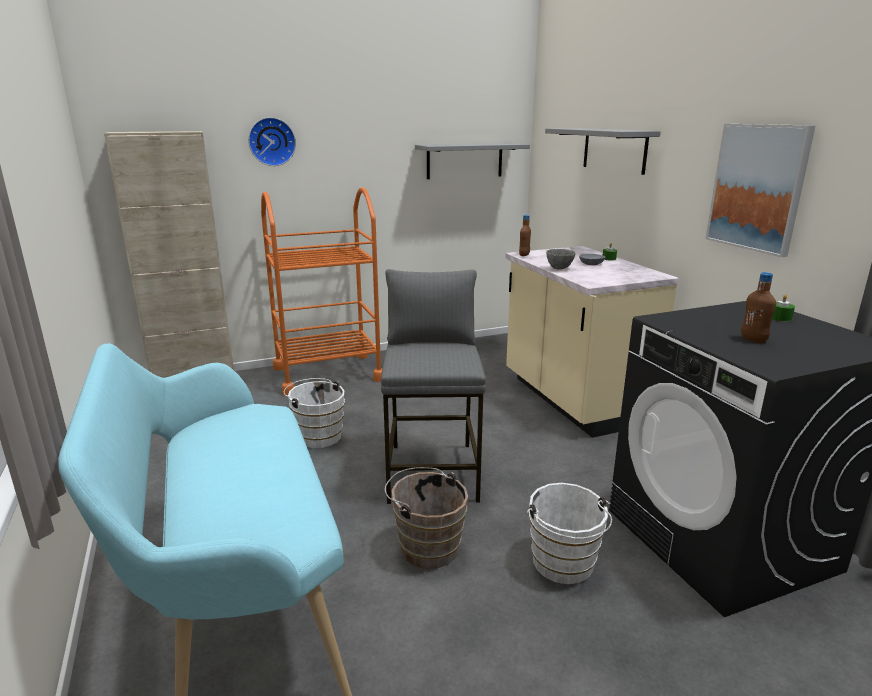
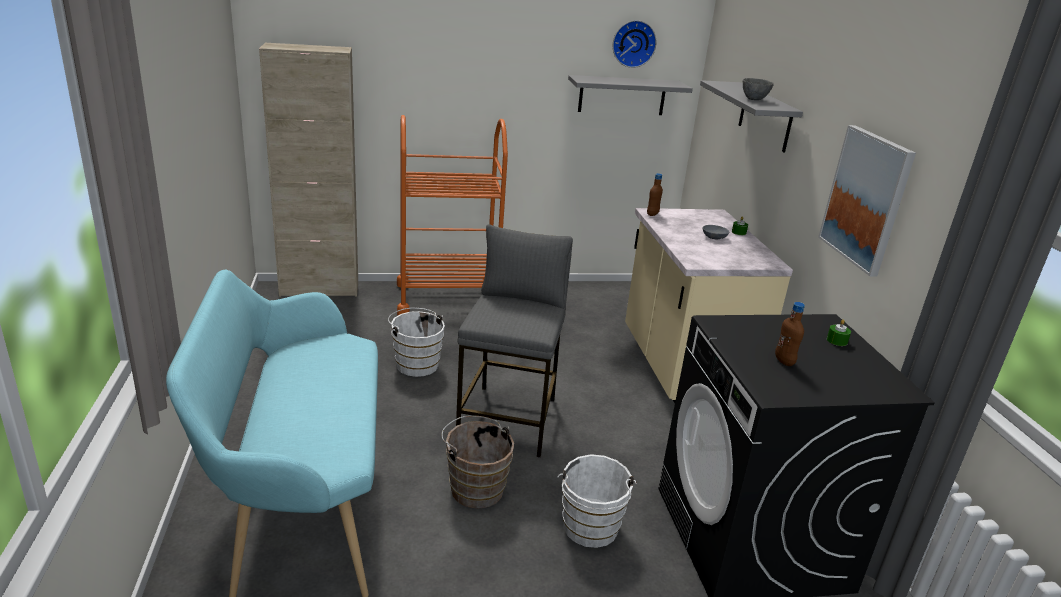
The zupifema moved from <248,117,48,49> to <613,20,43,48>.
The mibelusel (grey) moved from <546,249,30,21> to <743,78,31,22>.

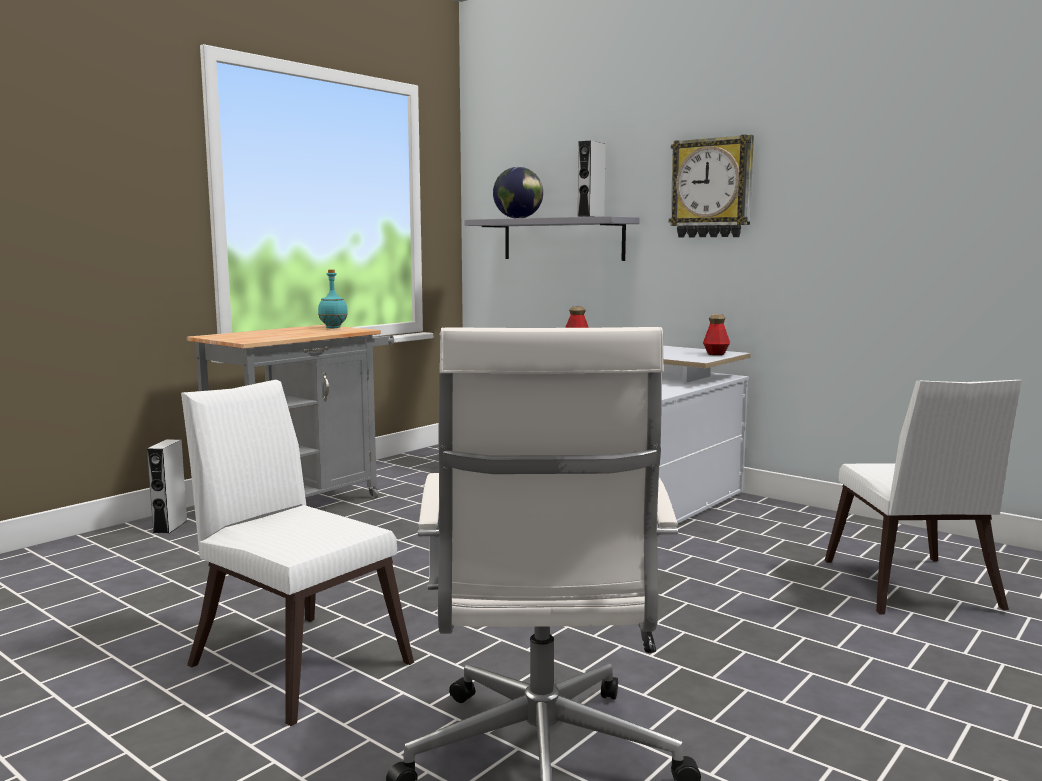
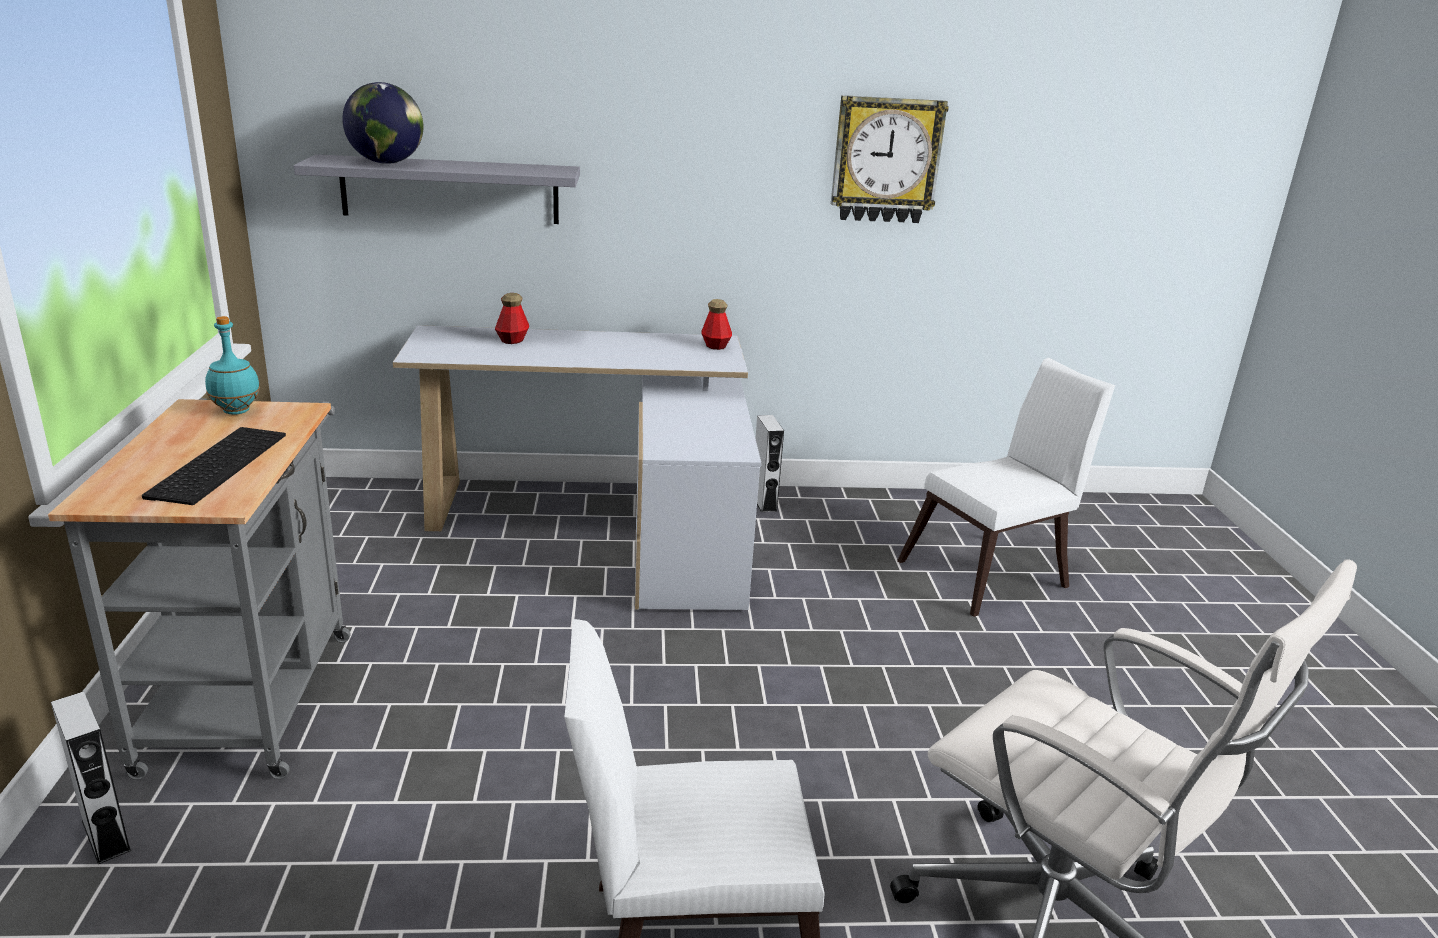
The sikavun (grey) moved from <577,141,29,76> to <755,415,29,97>.
The zupifema moved from <669,135,85,102> to <831,95,118,128>.
The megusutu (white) at <825,380,197,234> turned 75 degrees counterclockwise.
The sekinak at <142,427,144,78> appeared.

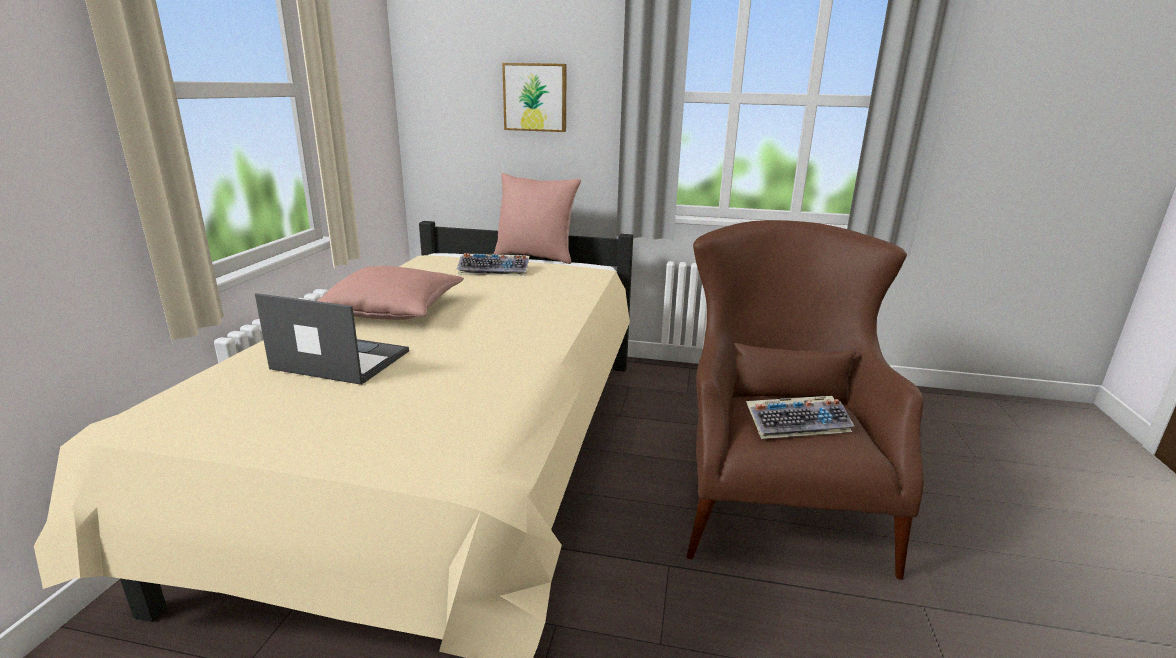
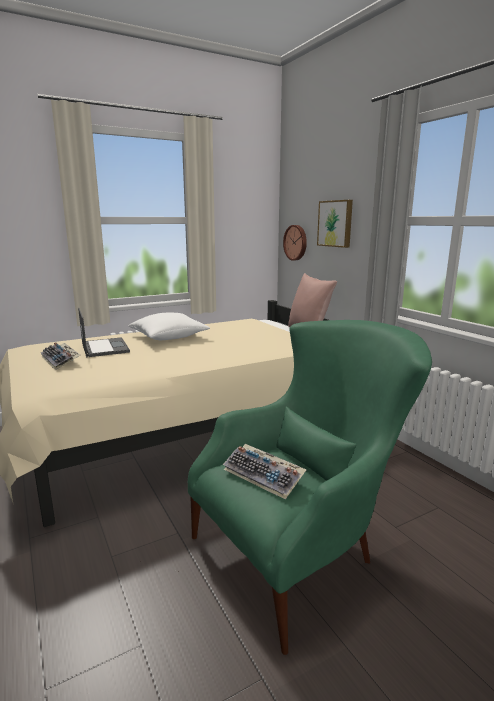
The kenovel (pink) at <317,266,147,54> became the kenovel (white) at <128,313,82,27>.
The sekinak moved from <457,253,73,23> to <41,342,39,28>.
The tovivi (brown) at <686,220,238,360> became the tovivi (green) at <188,320,244,335>.
The zupifema at <283,225,24,36> appeared.

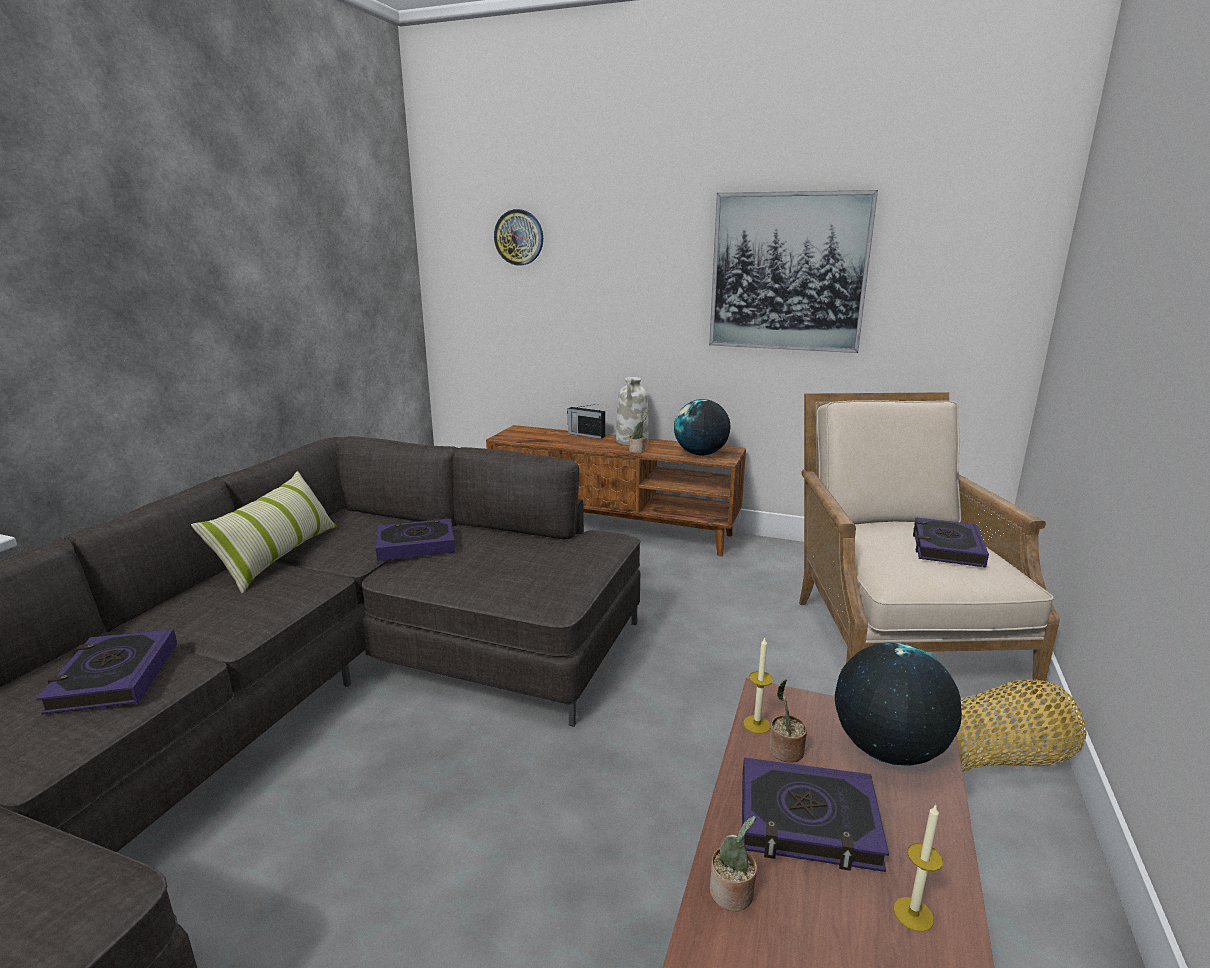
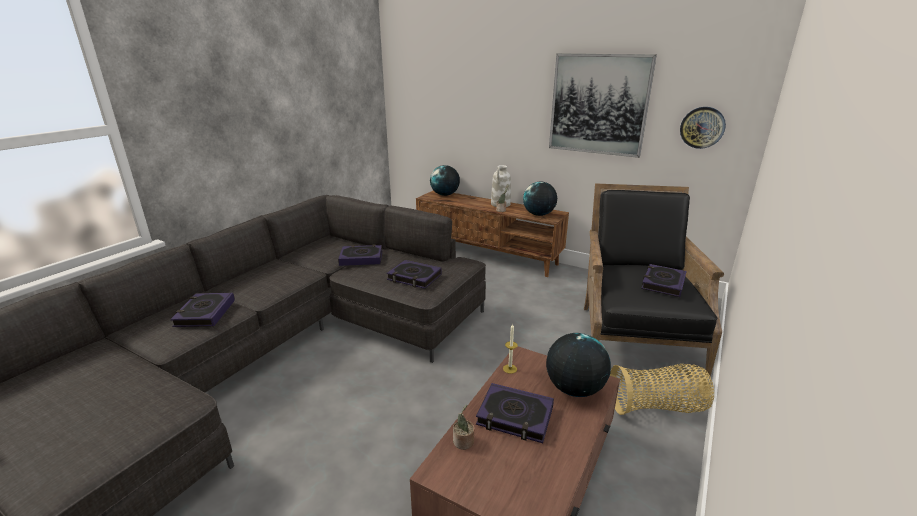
The kenovel at <191,471,146,123> disappeared.
The zupifema moved from <494,209,49,56> to <680,107,46,42>.
The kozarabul at <567,404,38,35> disappeared.
The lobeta at <769,679,38,84> disappeared.
The tovivi (beige) at <799,392,261,305> became the tovivi (black) at <584,184,140,193>.
The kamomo at <893,804,50,128> disappeared.
The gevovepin at <387,260,55,29> appeared.
The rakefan at <430,165,30,31> appeared.

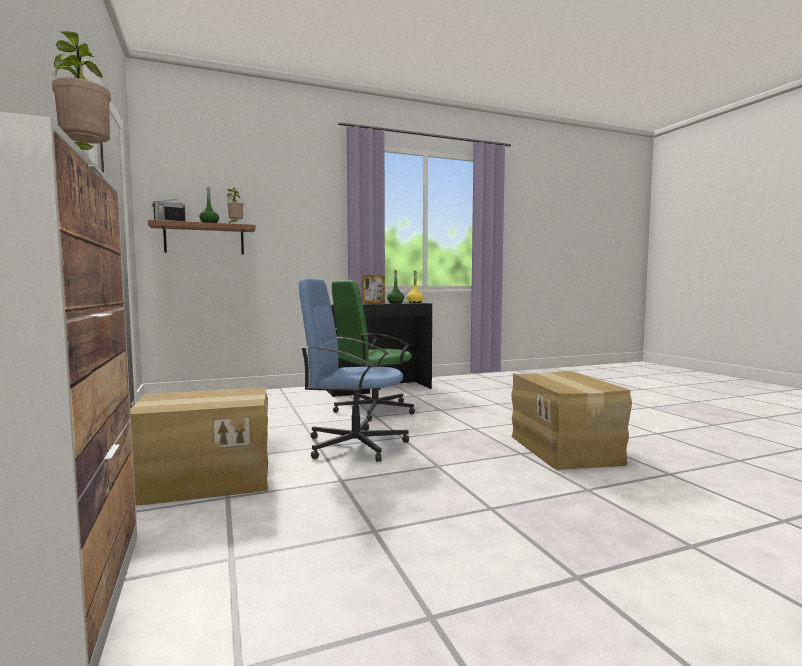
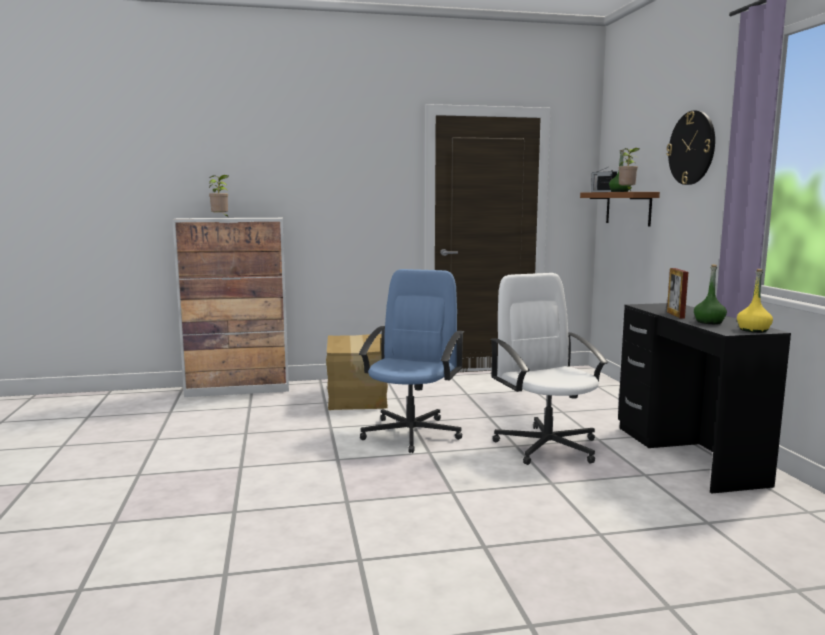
The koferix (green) at <332,280,83,141> became the koferix (white) at <490,273,118,192>.
The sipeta at <511,371,121,99> disappeared.
The zupifema at <666,110,49,75> appeared.

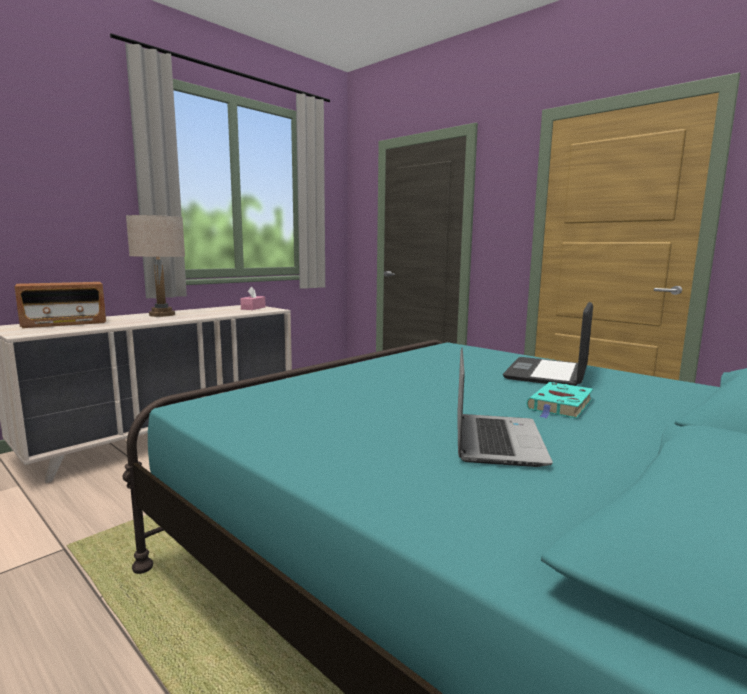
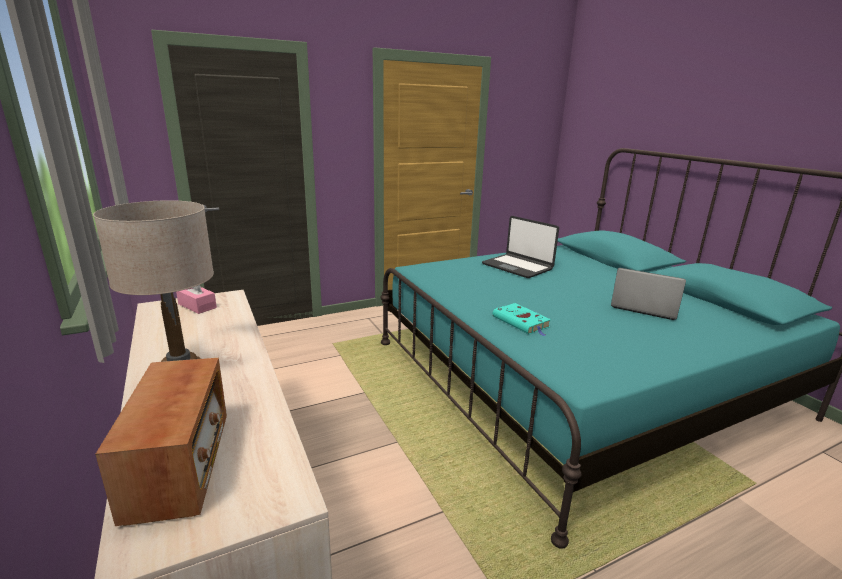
The gevovepin (turquoise) moved from <527,382,66,36> to <493,303,58,33>.

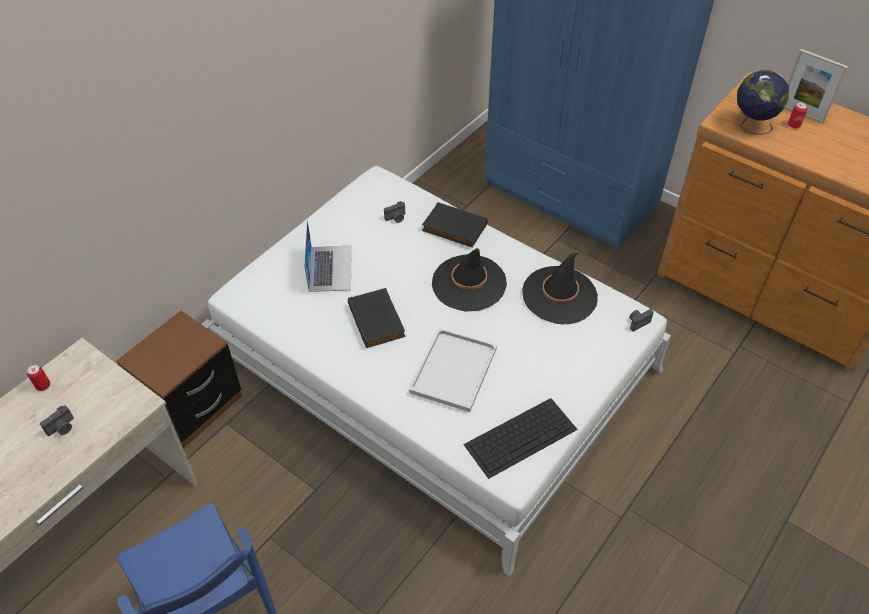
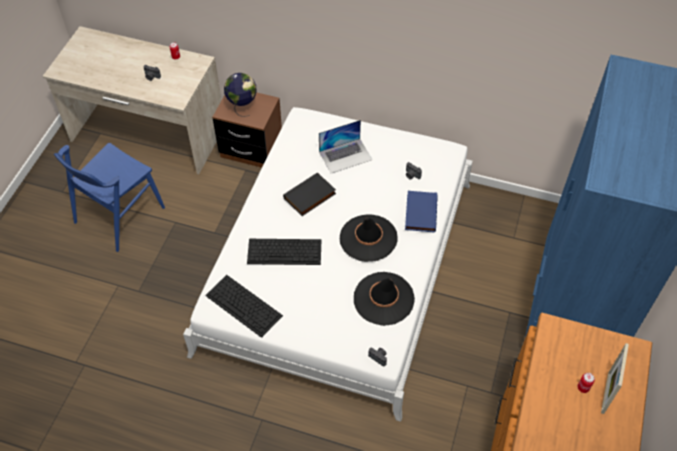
The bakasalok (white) at <409,328,88,84> was replaced by the sekinak at <247,239,74,26>.
The gevovepin (black) at <422,202,66,46> became the gevovepin (blue) at <405,191,32,42>.
The rakefan moved from <737,70,52,65> to <224,73,32,44>.

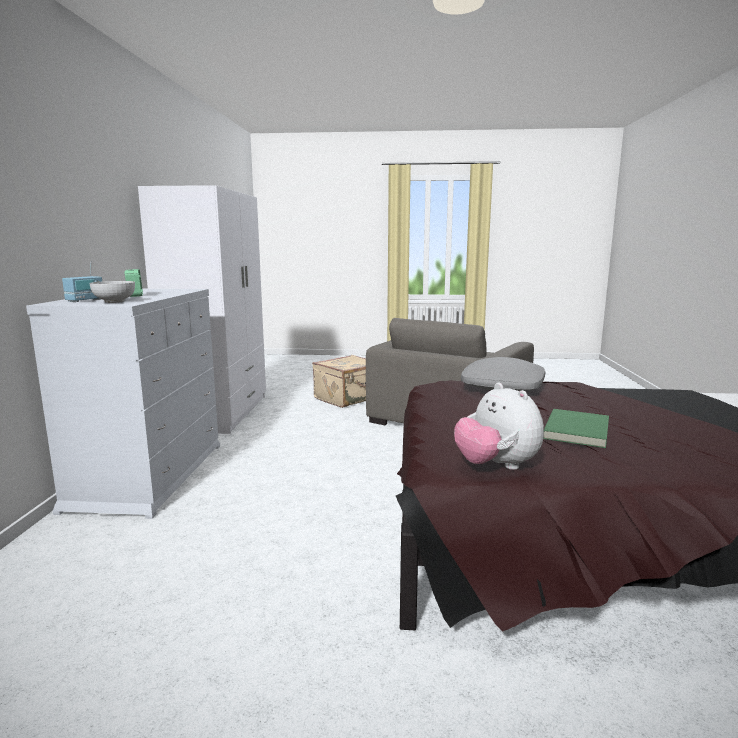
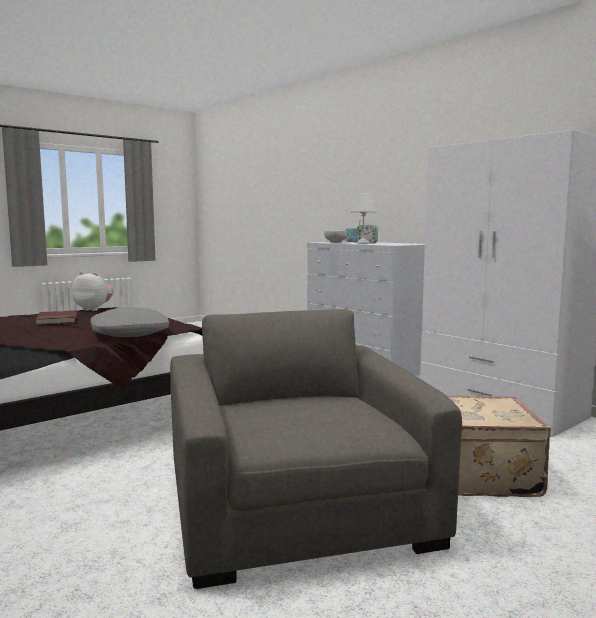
The gevovepin (green) at <543,409,66,39> became the gevovepin (red) at <36,310,41,15>.
The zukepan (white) at <351,193,26,51> appeared.

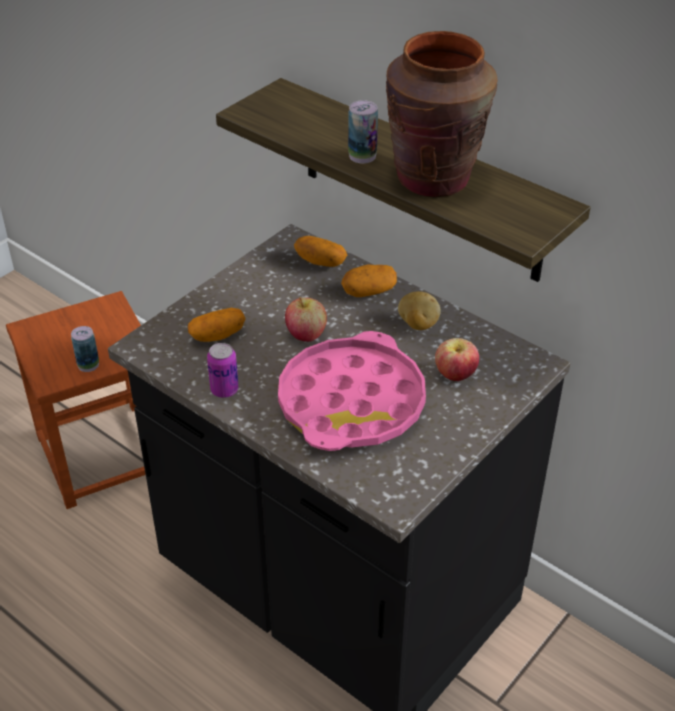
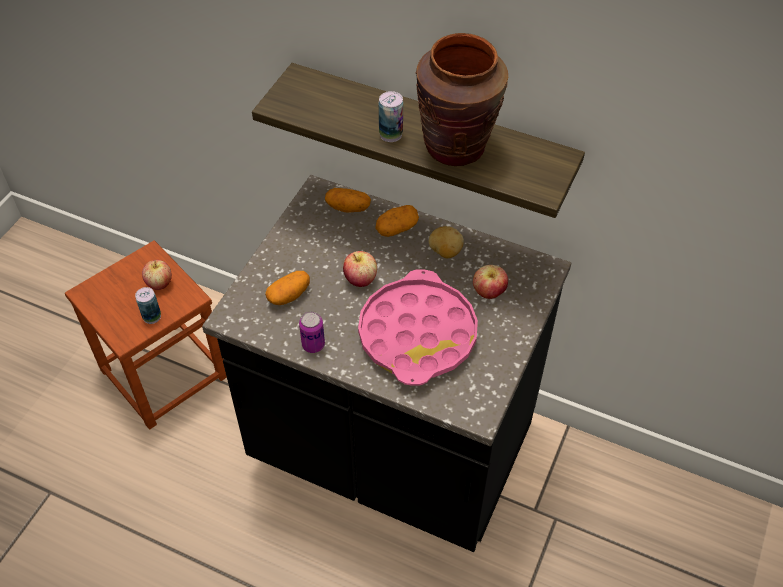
The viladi at <142,260,30,30> appeared.

